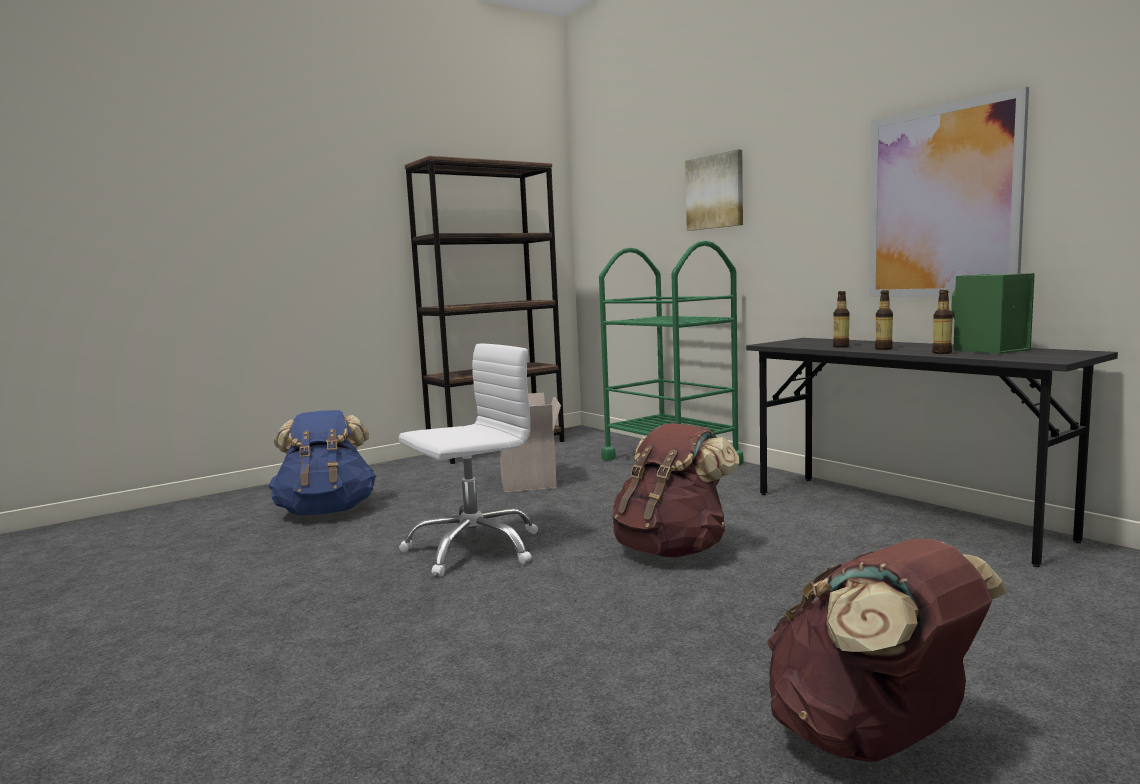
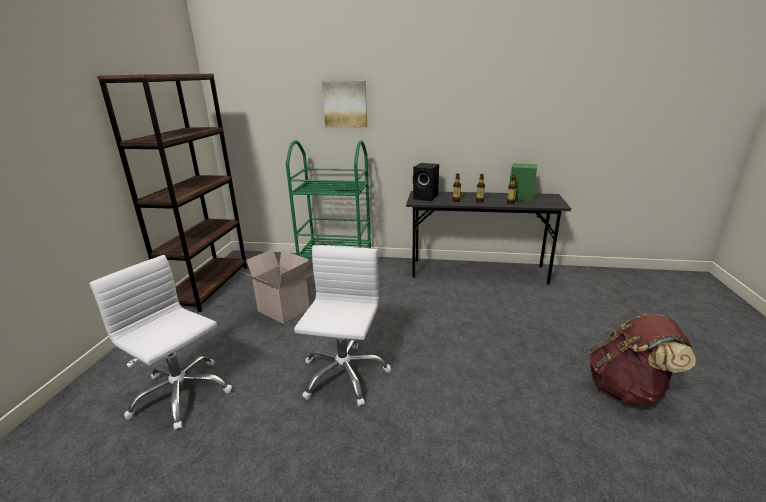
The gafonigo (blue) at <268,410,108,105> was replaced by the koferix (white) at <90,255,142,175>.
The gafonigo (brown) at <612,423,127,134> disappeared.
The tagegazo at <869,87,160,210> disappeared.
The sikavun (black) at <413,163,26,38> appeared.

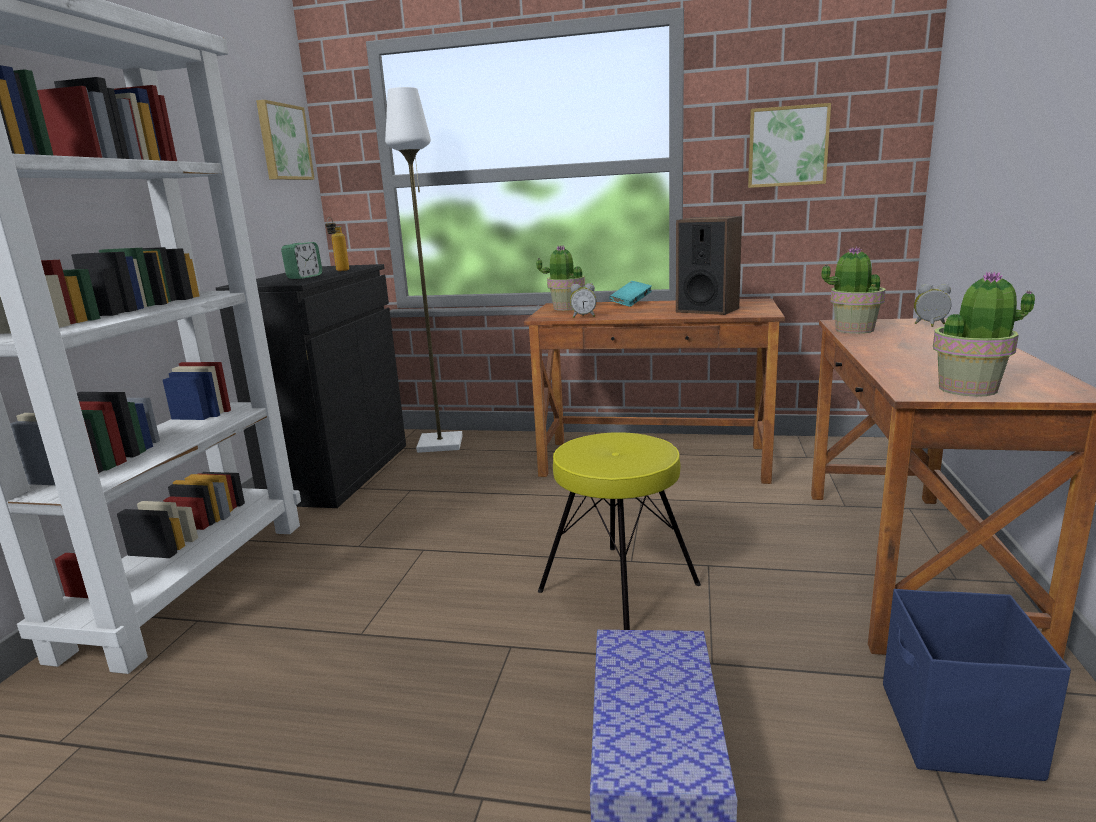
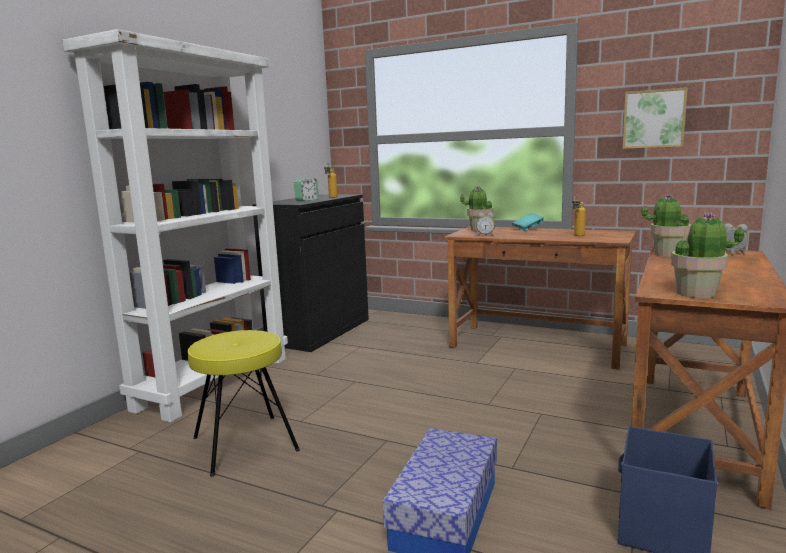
The tagegazo at <256,100,59,80> disappeared.
The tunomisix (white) at <385,87,78,366> disappeared.
The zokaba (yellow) moved from <538,432,163,198> to <188,330,112,147>.
The sikavun at <676,216,66,99> was replaced by the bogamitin at <572,196,14,40>.

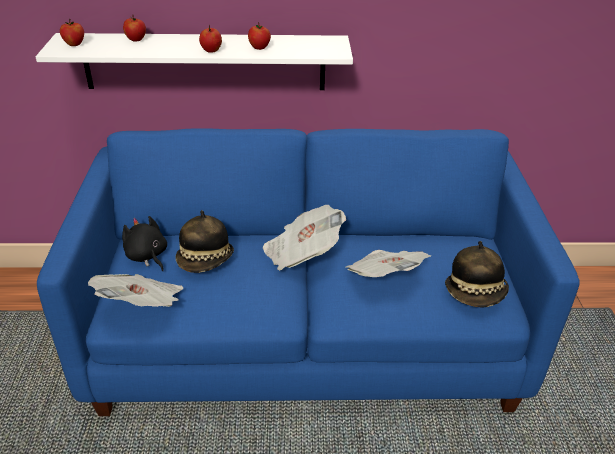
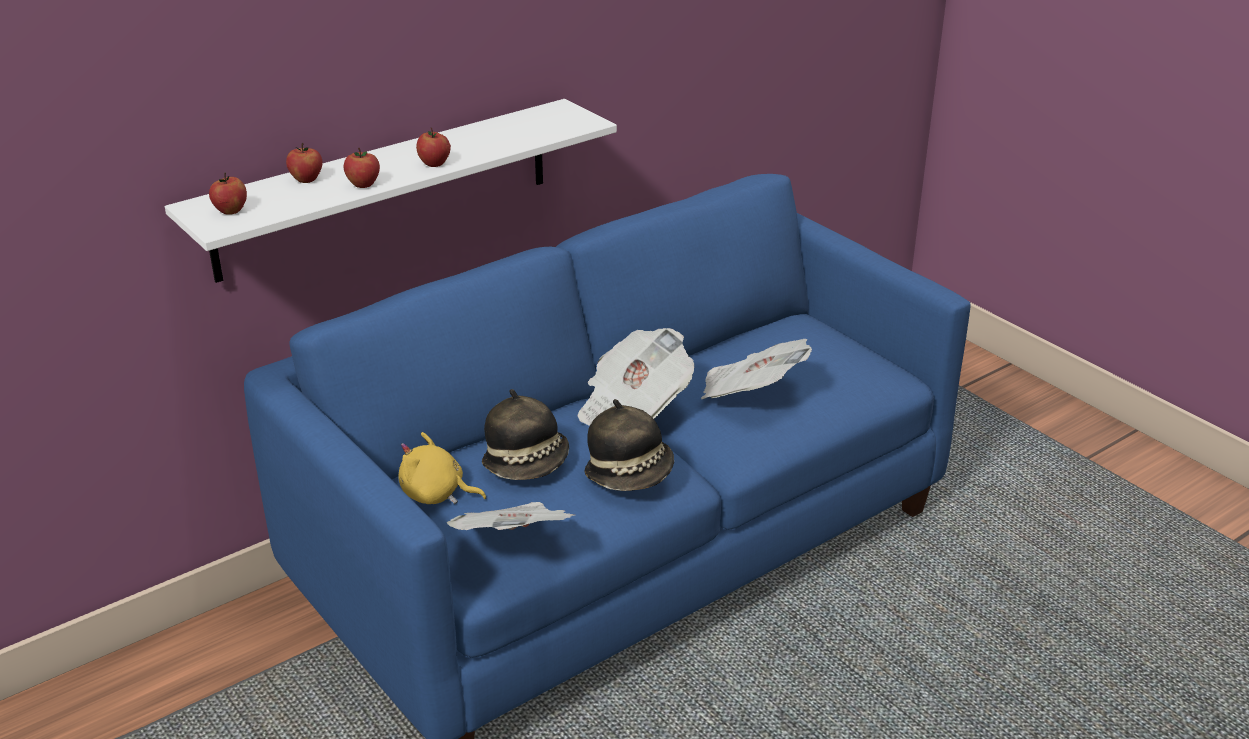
The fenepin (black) at <122,216,45,55> became the fenepin (yellow) at <398,432,88,72>.
The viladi moved from <248,22,23,28> to <344,148,36,40>.
The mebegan moved from <445,241,64,66> to <585,399,89,92>.

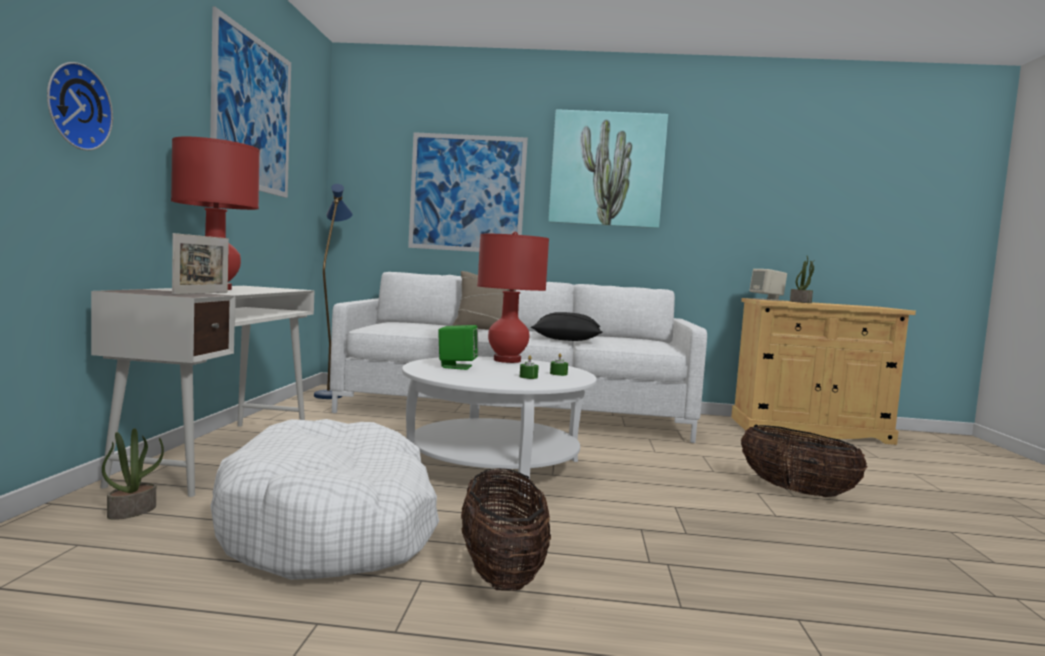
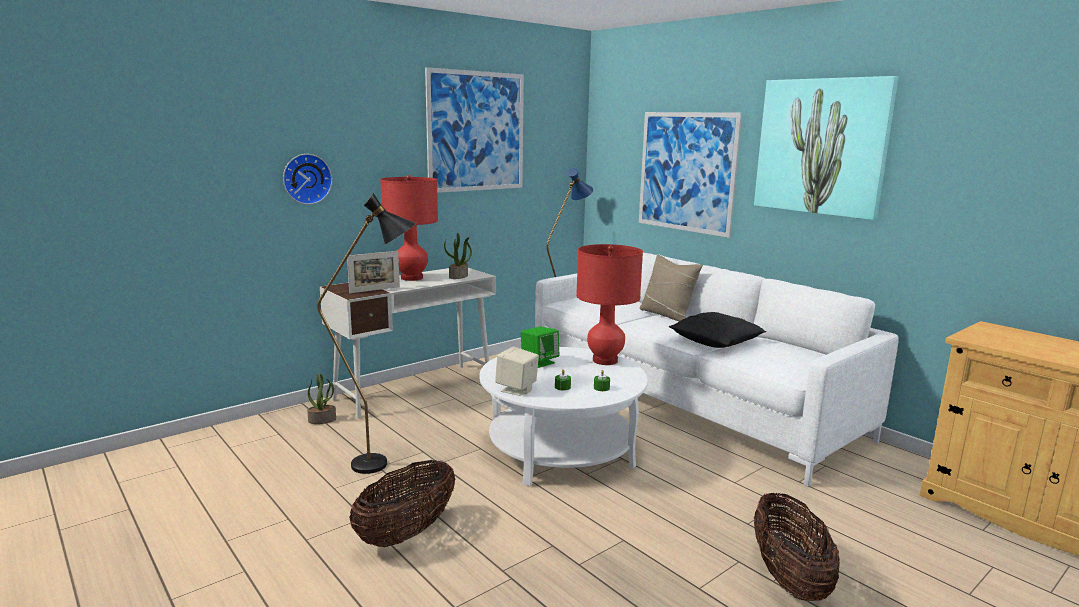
The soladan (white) at <210,419,229,161> was replaced by the tunomisix (black) at <317,193,99,281>.
The sikavun (beige) moved from <749,269,38,32> to <495,347,44,49>.
The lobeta moved from <790,256,25,47> to <444,233,28,46>.

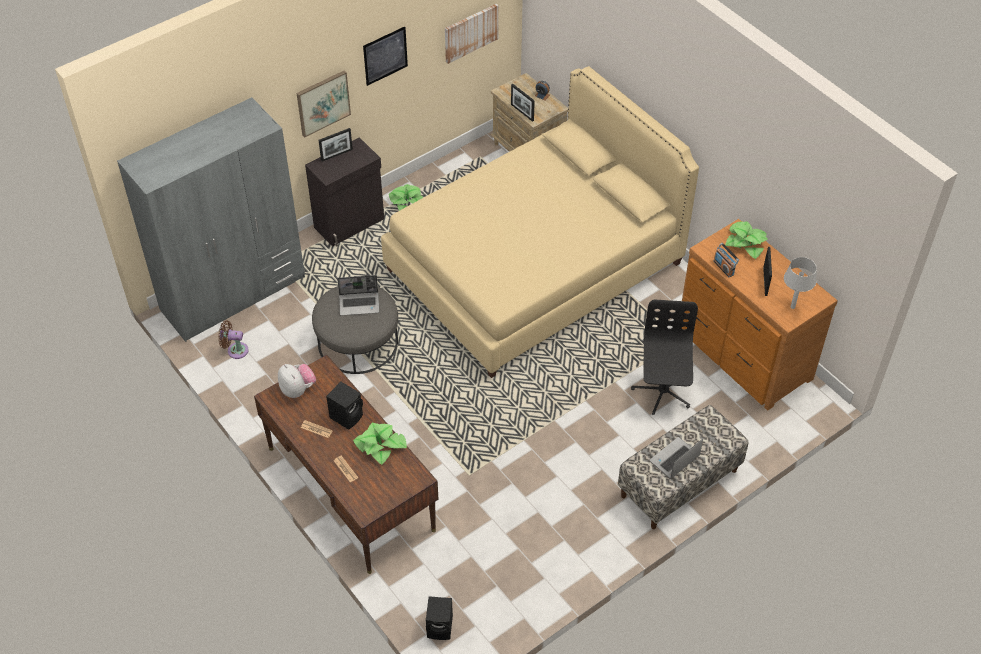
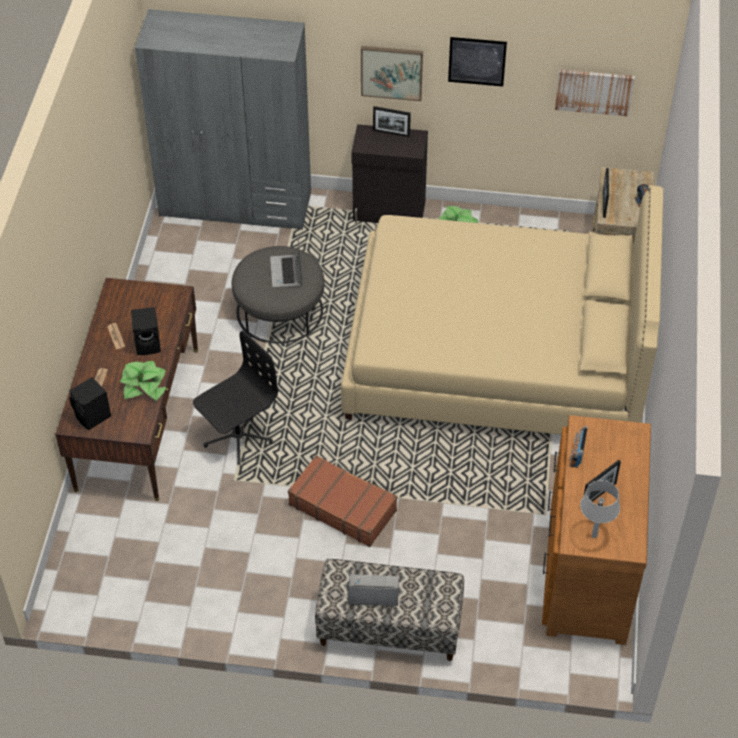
The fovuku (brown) at <219,321,30,38> disappeared.
The fenepin at <278,364,38,34> disappeared.
The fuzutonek at <337,275,42,41> turned 45 degrees clockwise.
The sikavun (black) moved from <426,596,27,44> to <69,377,42,53>.
The koferix (black) moved from <631,299,67,116> to <193,331,85,134>.
The lobeta at <725,221,43,38> disappeared.
The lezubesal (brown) at <288,455,109,92> appeared.

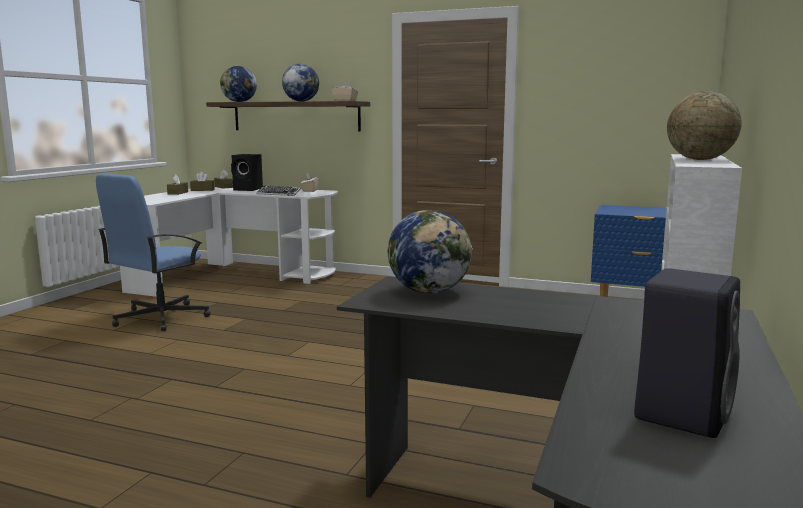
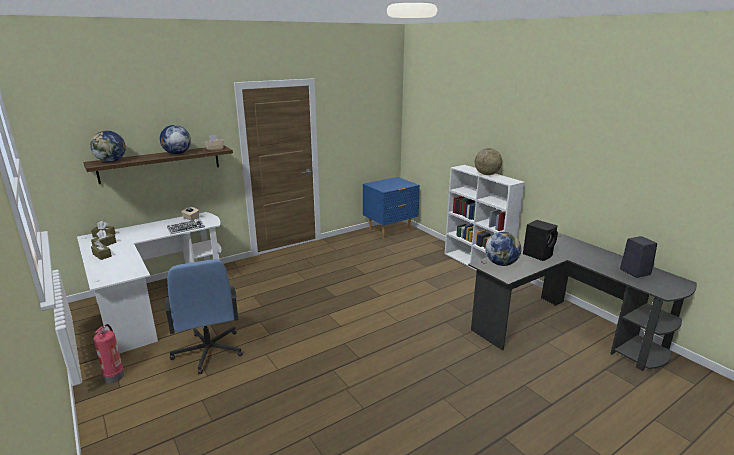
The sikavun (black) moved from <231,154,32,37> to <523,220,35,41>.
The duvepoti at <94,324,30,59> appeared.

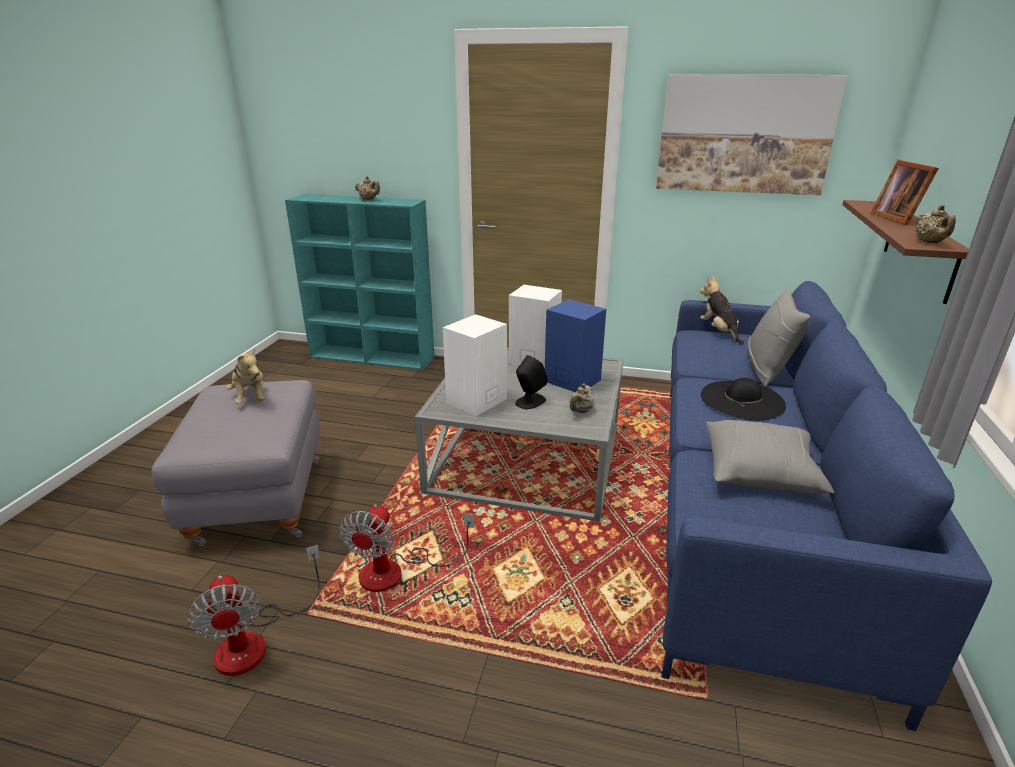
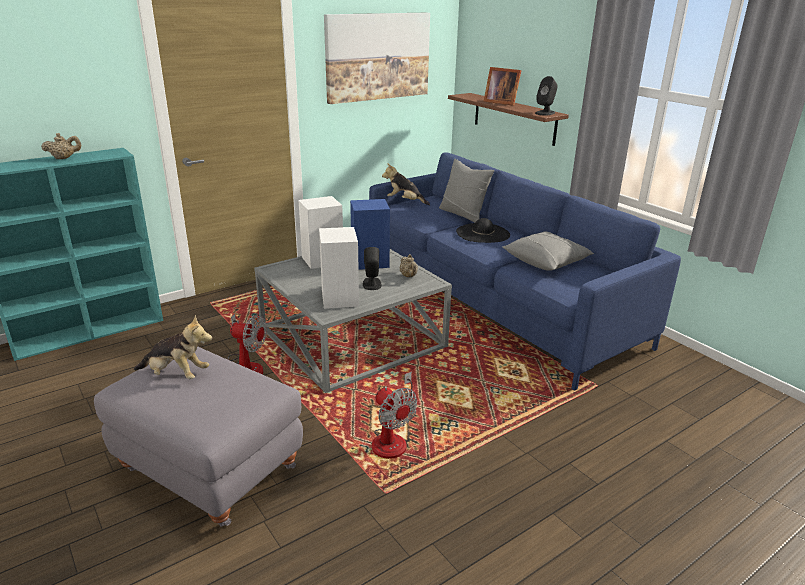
The fovuku moved from <188,545,132,131> to <228,314,39,60>.
The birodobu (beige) at <916,205,40,38> was replaced by the sikavun (black) at <535,76,23,40>.

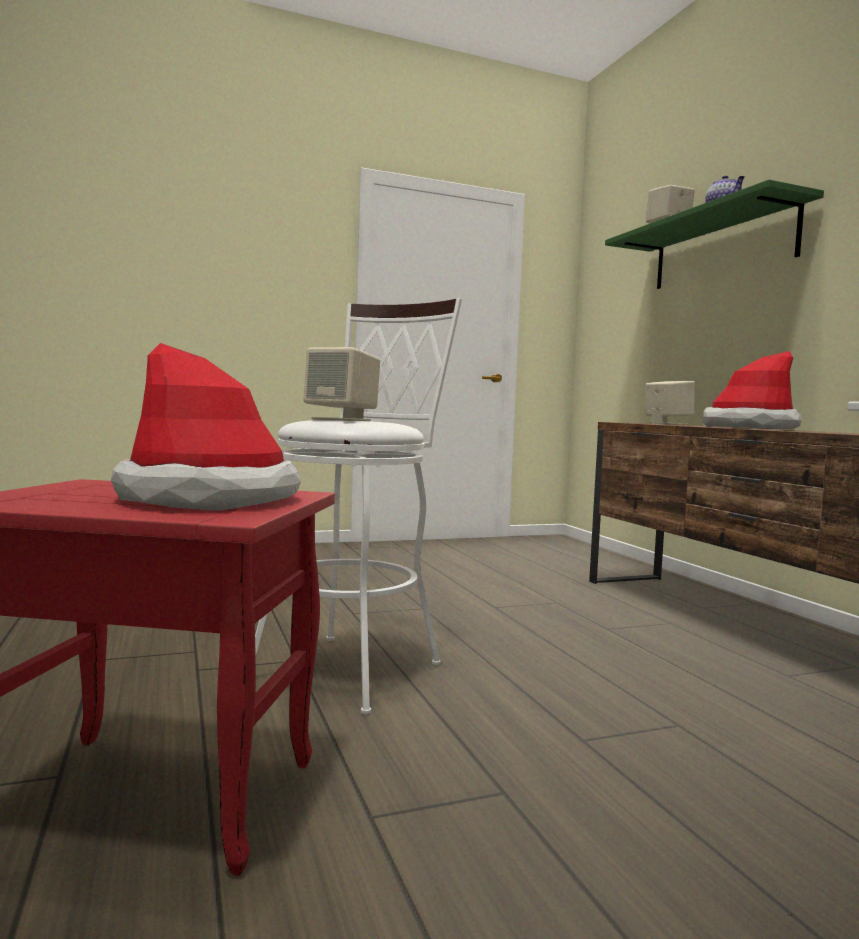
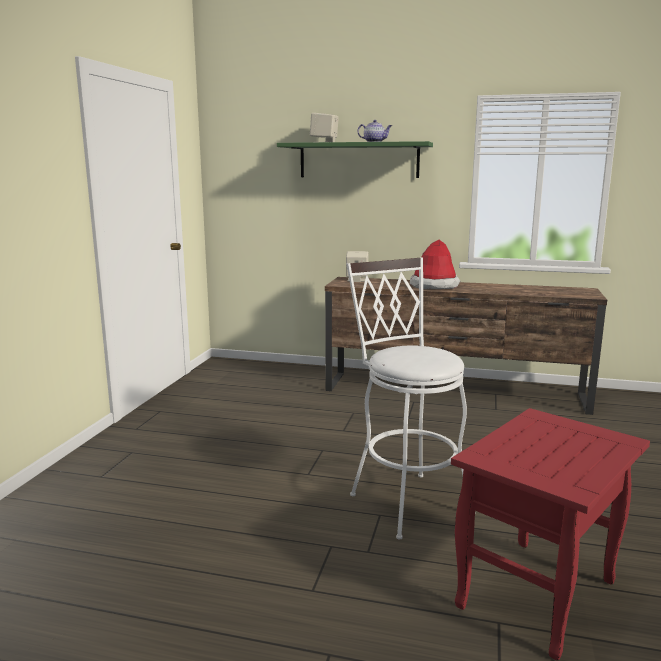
The mebegan at <111,343,190,168> disappeared.
The sikavun (beige) at <303,347,77,74> disappeared.

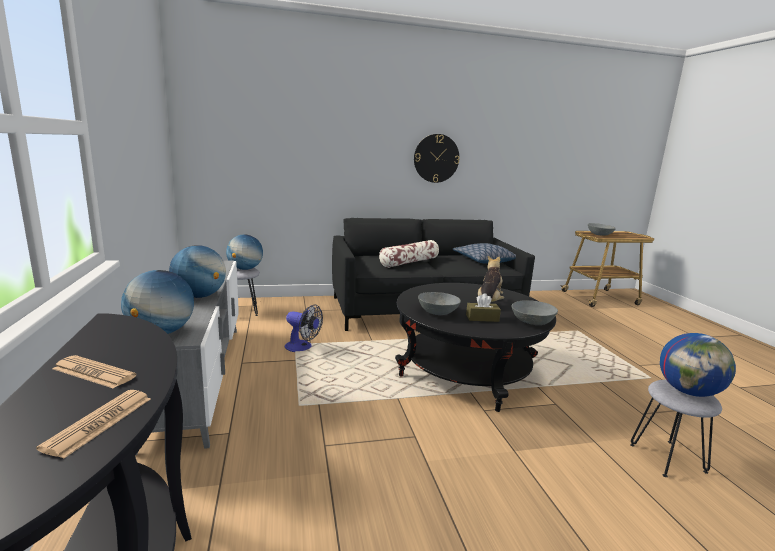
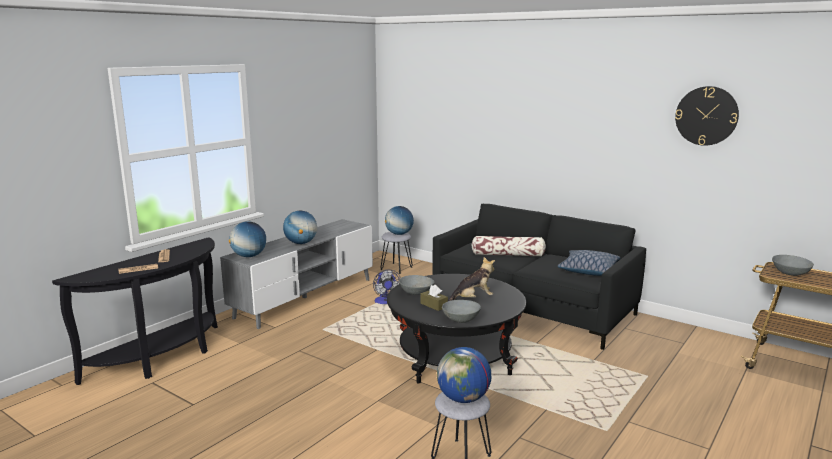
The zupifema moved from <414,134,46,49> to <675,86,64,60>.

